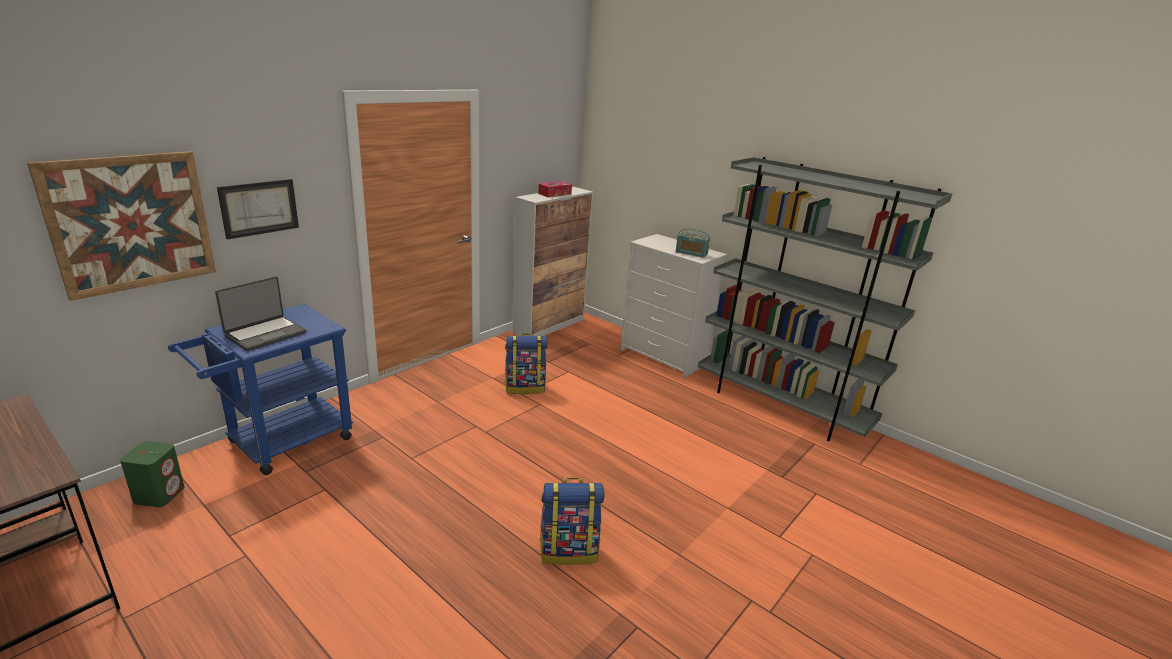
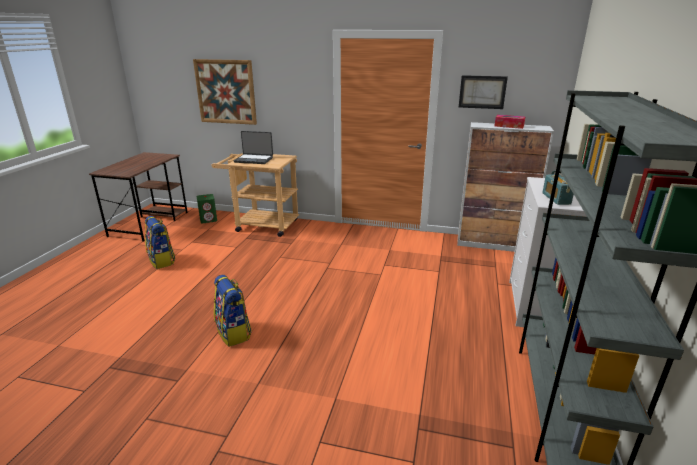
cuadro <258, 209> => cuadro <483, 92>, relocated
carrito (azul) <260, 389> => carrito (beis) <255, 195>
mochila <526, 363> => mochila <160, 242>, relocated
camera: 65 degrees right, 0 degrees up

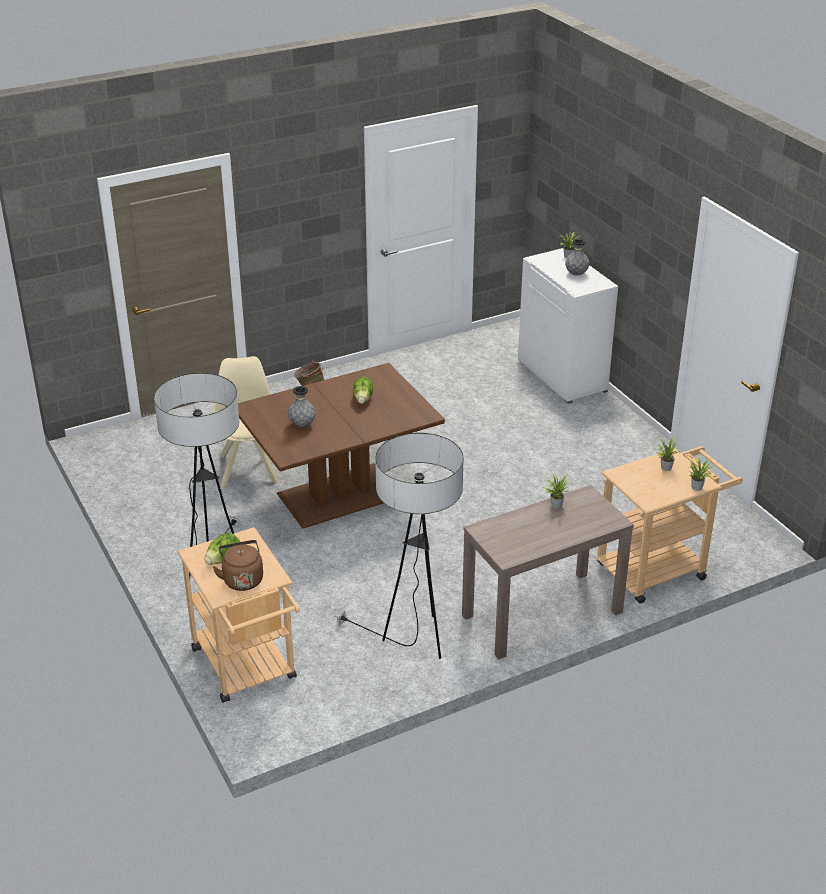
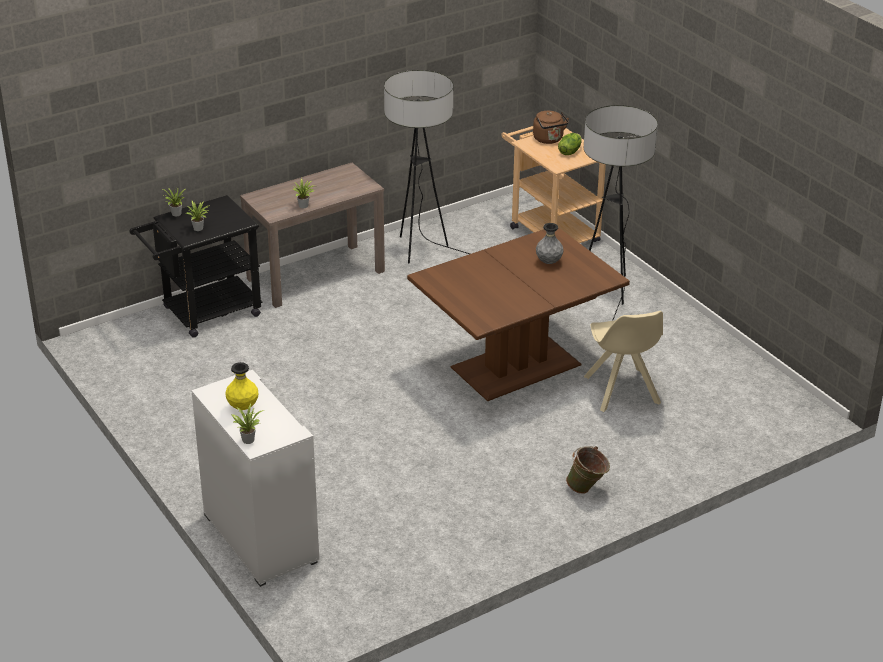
florero (gris) <577, 257> => florero (amarillo) <241, 386>
lechuga <363, 390> => nothing
carrito (beis) <670, 525> => carrito (negro) <195, 266>
camera: 175 degrees right, 0 degrees up

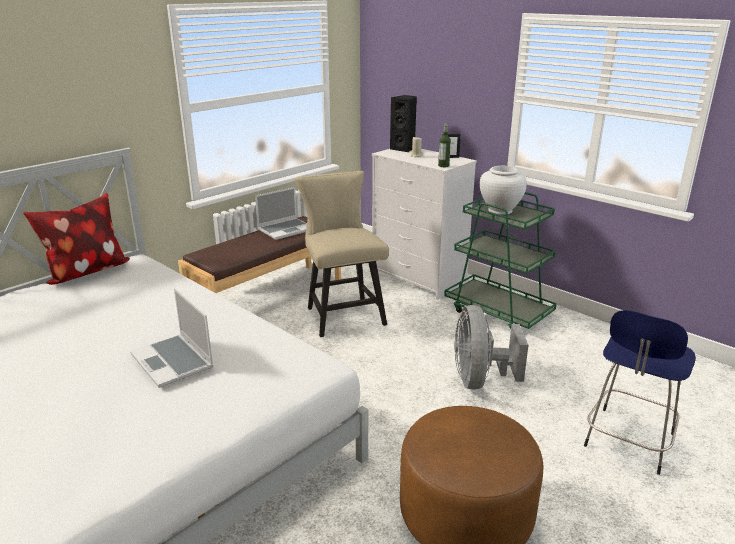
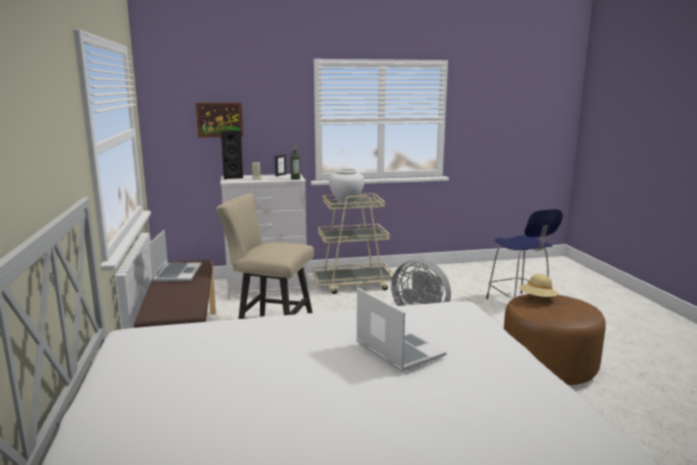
carrito (verde) <500, 260> => carrito (beis) <353, 243>
cojín <76, 239> => nothing
portátil <172, 338> => portátil <401, 330>, 120 degrees counterclockwise
nothing => cuadro <219, 120>
nothing => sombrero (beis) <538, 285>
camera: 55 degrees left, 10 degrees down

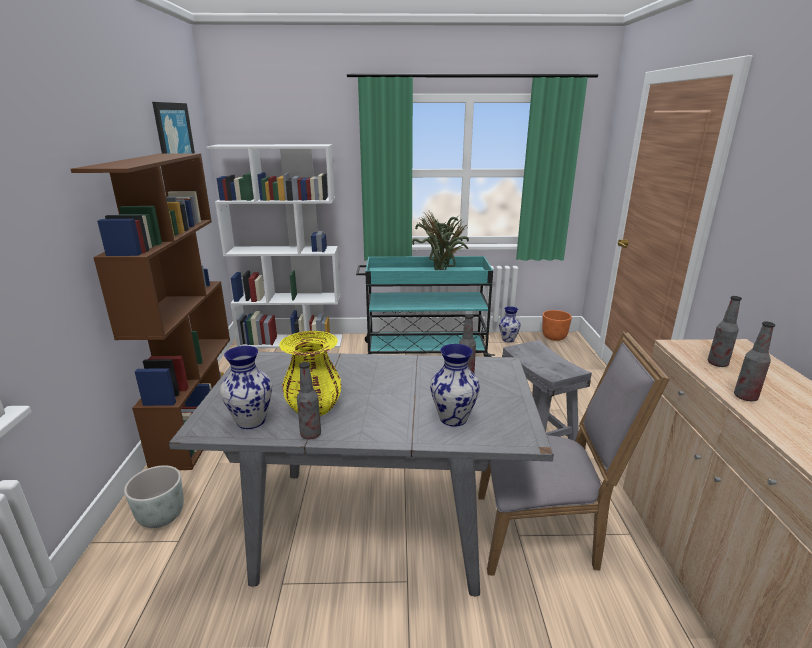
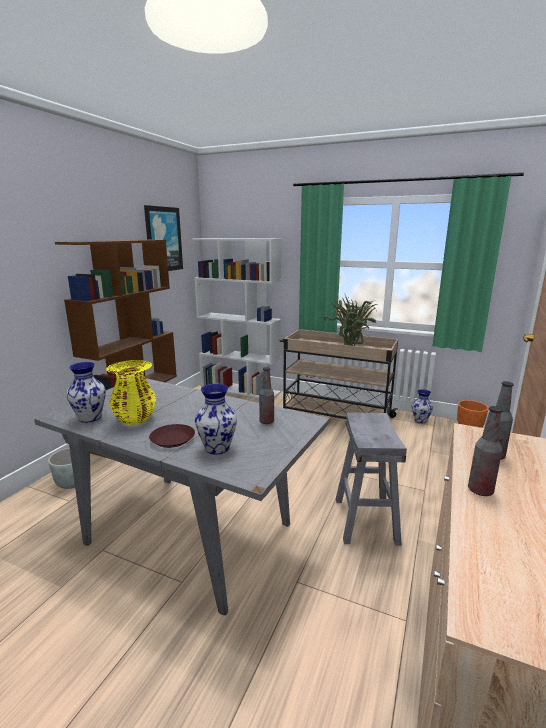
carrito (turquesa) <425, 306> => carrito (beis) <339, 374>
silla (gris) <573, 453> => nothing
botella <309, 400> => nothing
nothing => plato (marrón) <172, 436>
camera: 25 degrees right, 5 degrees down

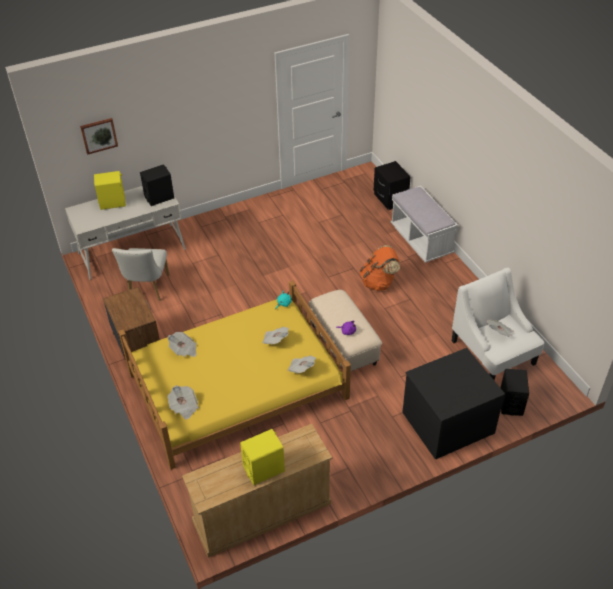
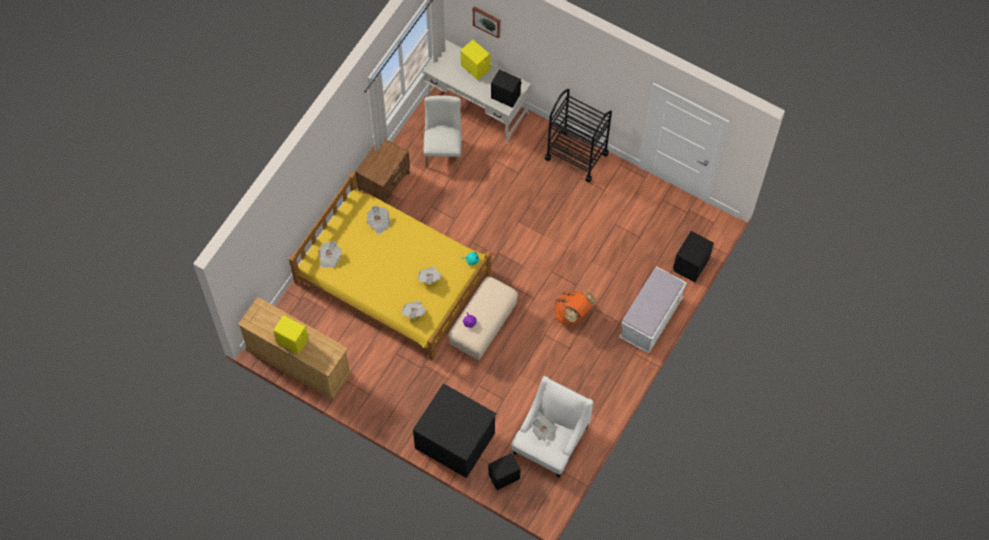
silla (blanco) <141, 274> => silla (blanco) <443, 132>, 120 degrees clockwise
nothing => carrito (negro) <578, 135>
camera: 55 degrees right, 20 degrees up

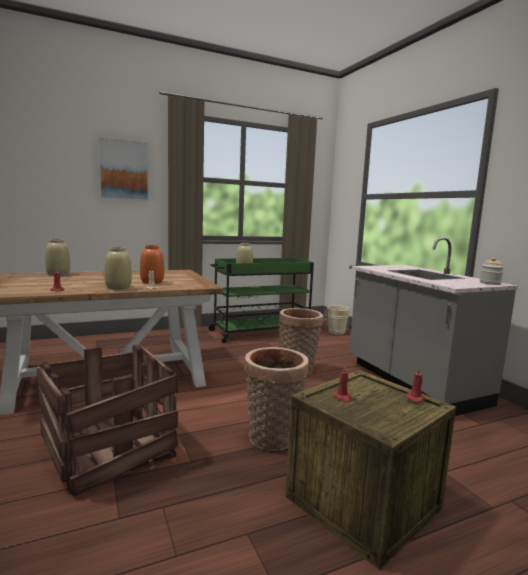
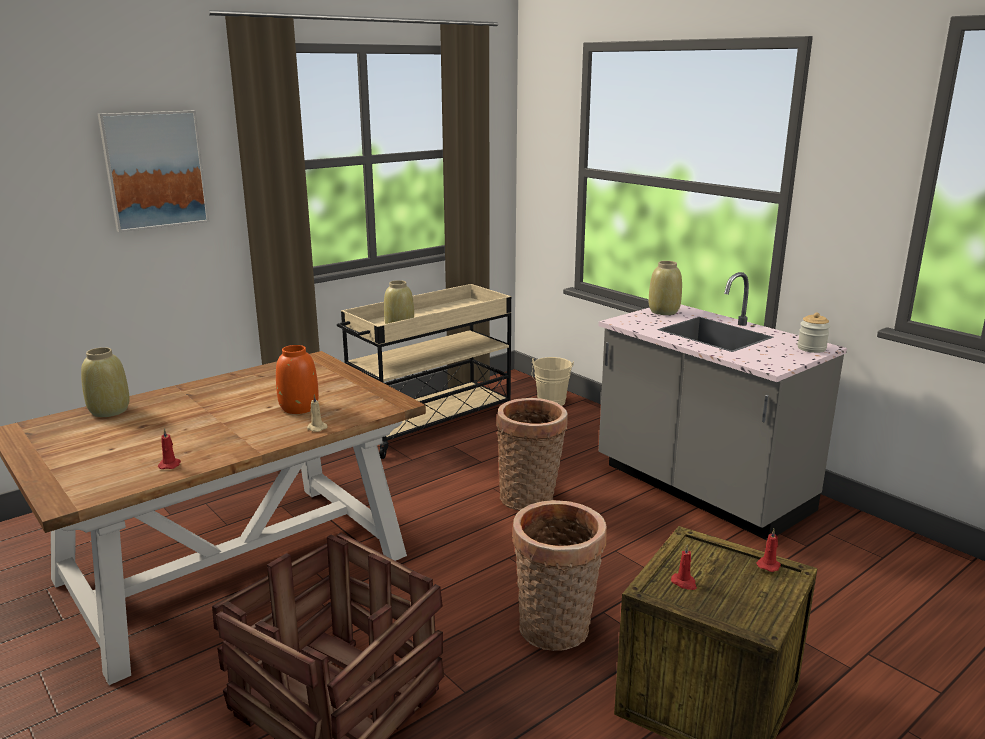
florero (beis) <118, 268> => florero (beis) <665, 288>, relocated
carrito (verde) <261, 300> => carrito (beis) <424, 371>
camera: 15 degrees left, 10 degrees up

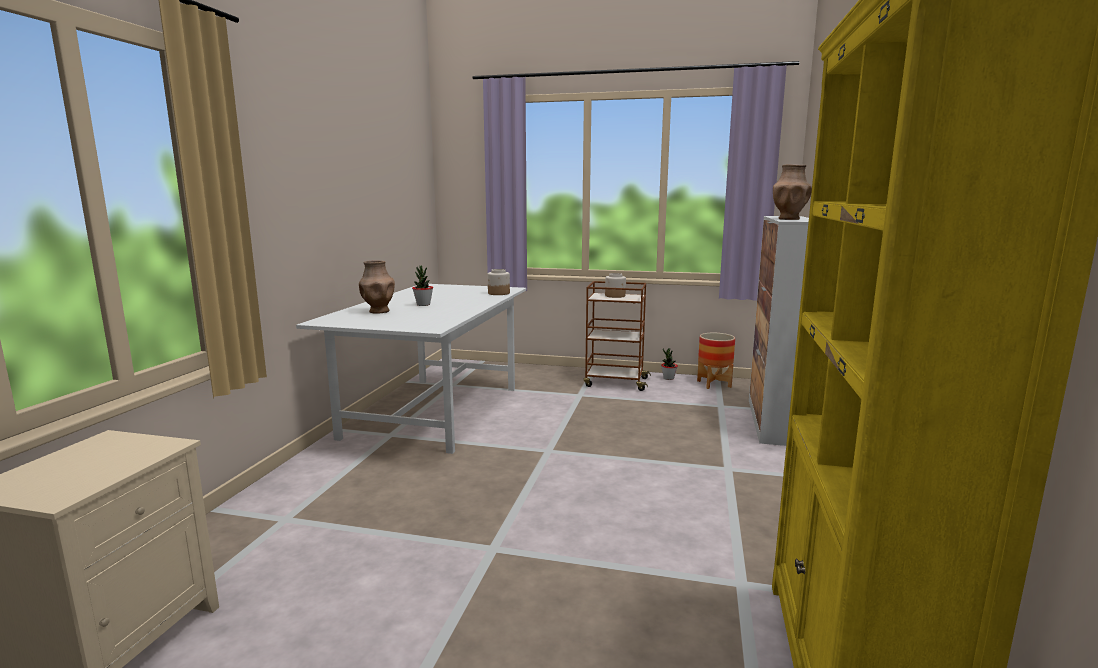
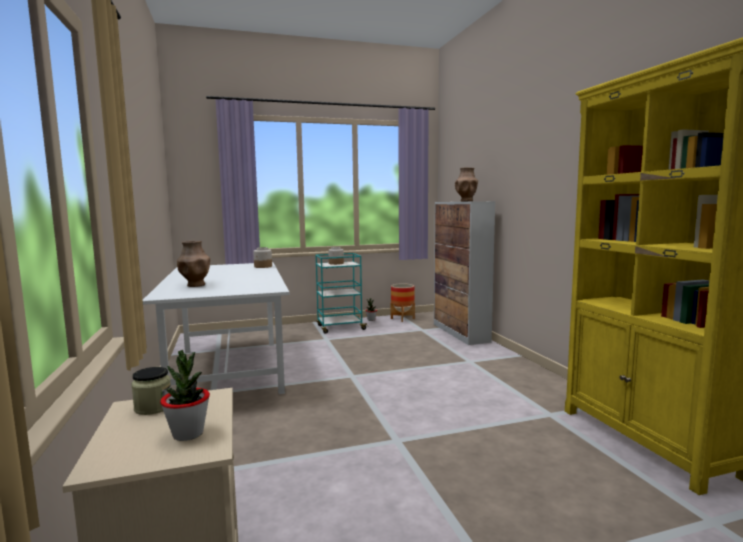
planta en maceta <422, 285> => planta en maceta <185, 395>, relocated
carrito (marrón) <617, 336> => carrito (turquesa) <342, 293>
nothing => tarro <151, 391>
camera: 30 degrees left, 5 degrees down

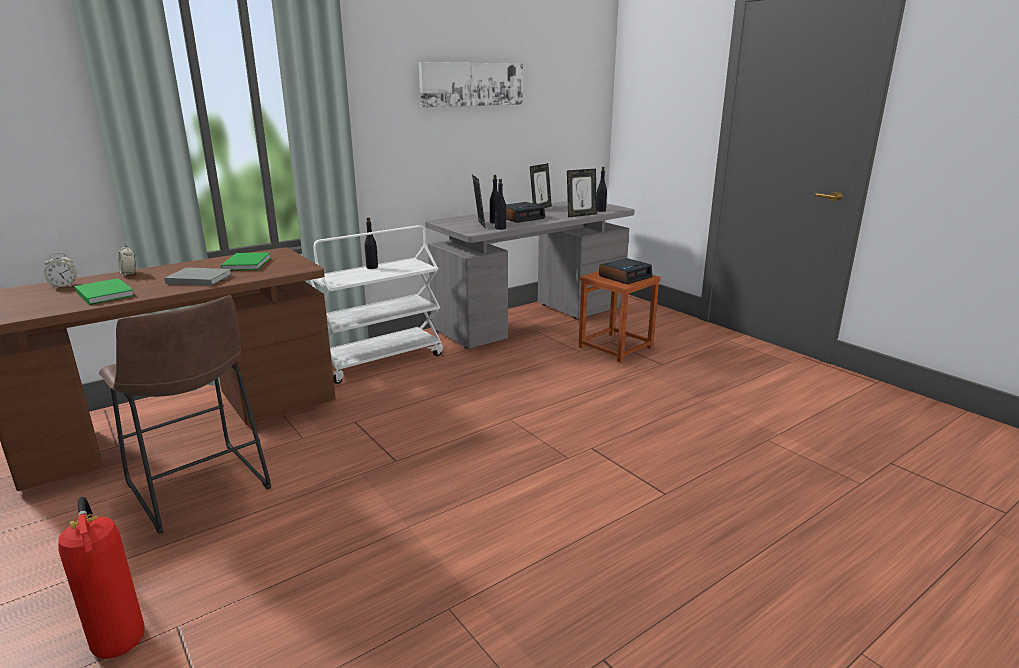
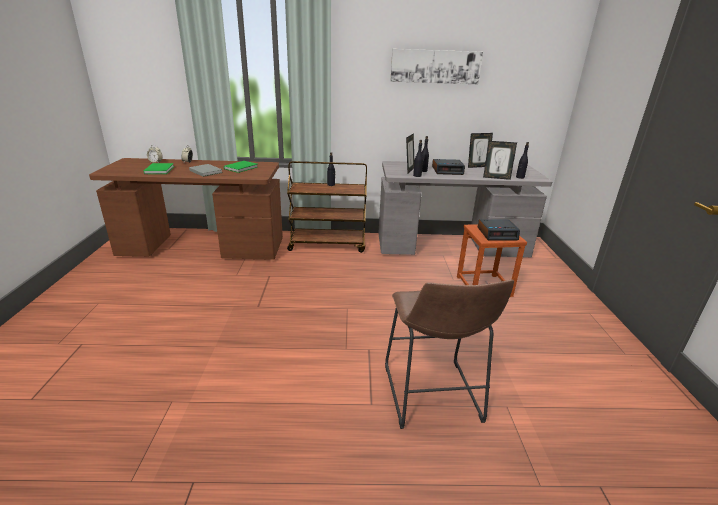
carrito (blanco) <376, 304> => carrito (marrón) <327, 207>
taburete (marrón) <185, 415> => taburete (marrón) <449, 354>, relocated
extintor <101, 578> => nothing
camera: 35 degrees right, 5 degrees up

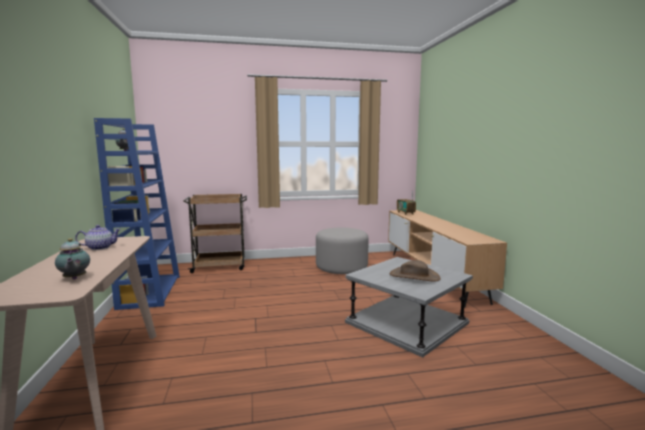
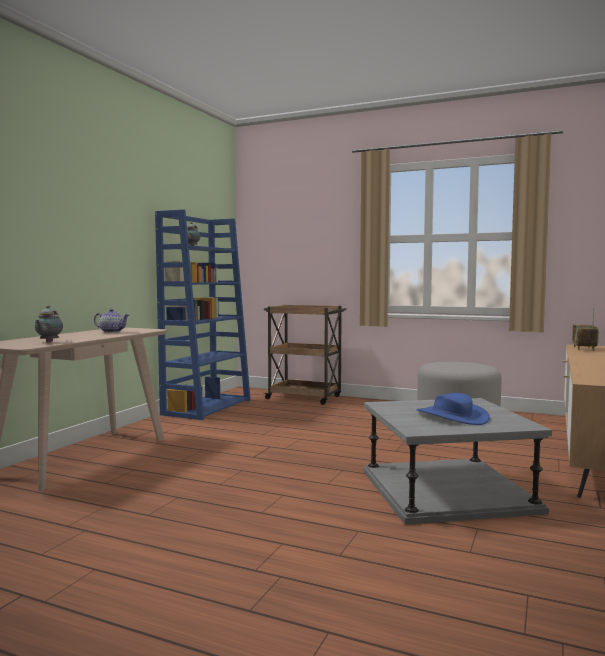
sombrero (marrón) <414, 270> => sombrero (azul) <453, 409>
camera: 35 degrees right, 5 degrees down

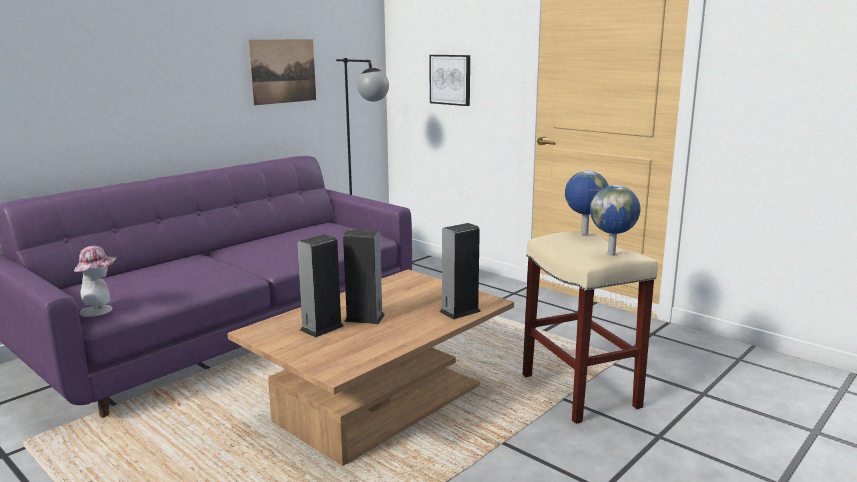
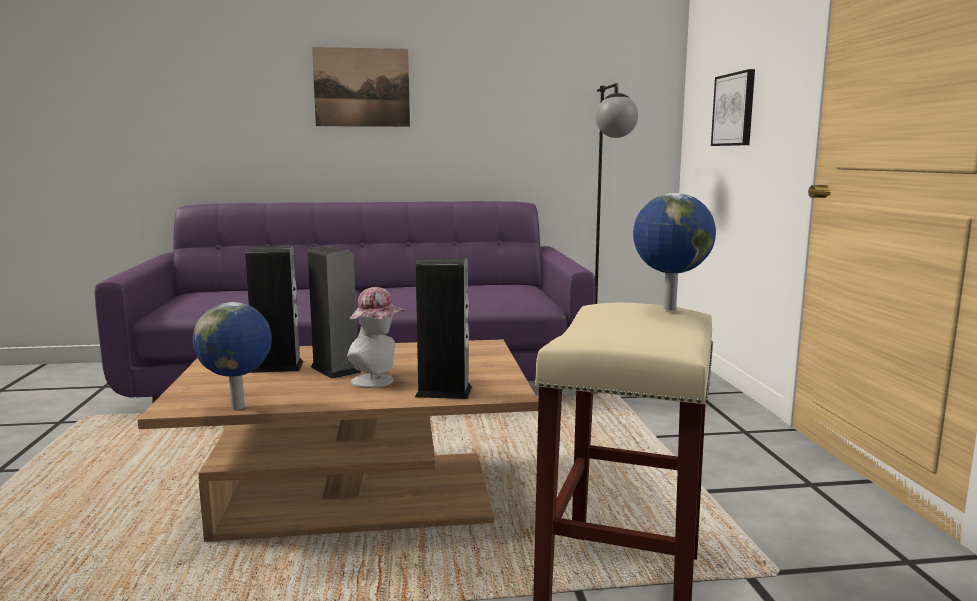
cuadro <282, 72> => cuadro <361, 87>, relocated
globo terráqueo <615, 220> => globo terráqueo <232, 356>, relocated
sombrero <95, 281> => sombrero <375, 337>, relocated
camera: 40 degrees right, 5 degrees down

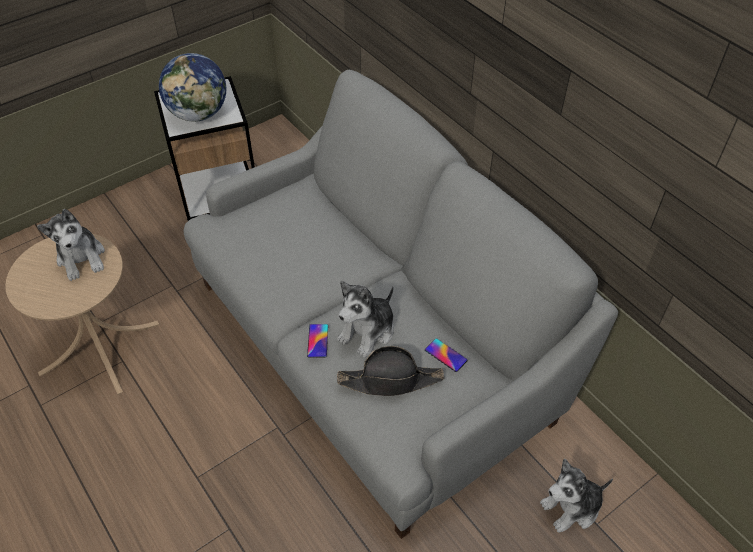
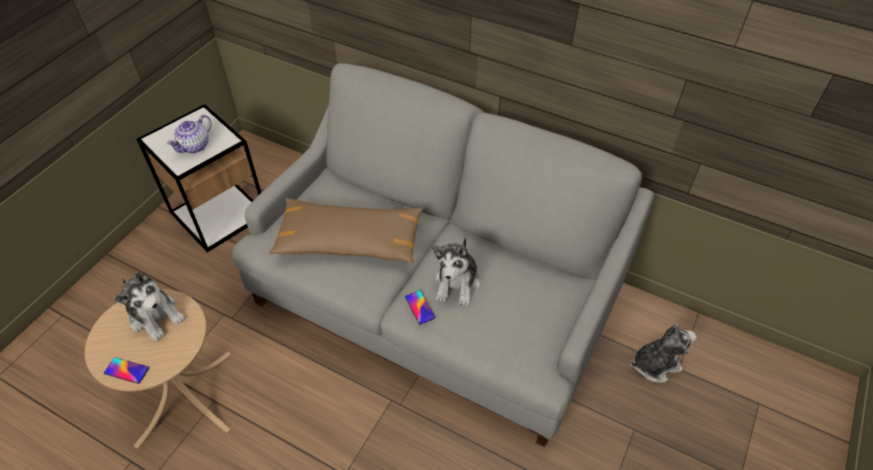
globo terráqueo <192, 87> => tetera <189, 134>
móvil <446, 355> => móvil <126, 371>, relocated
sombrero (negro) <390, 371> => nothing
peluche <576, 495> => peluche <663, 353>, 150 degrees counterclockwise
nothing => cojín (marrón) <346, 230>
camera: 25 degrees left, 0 degrees up

